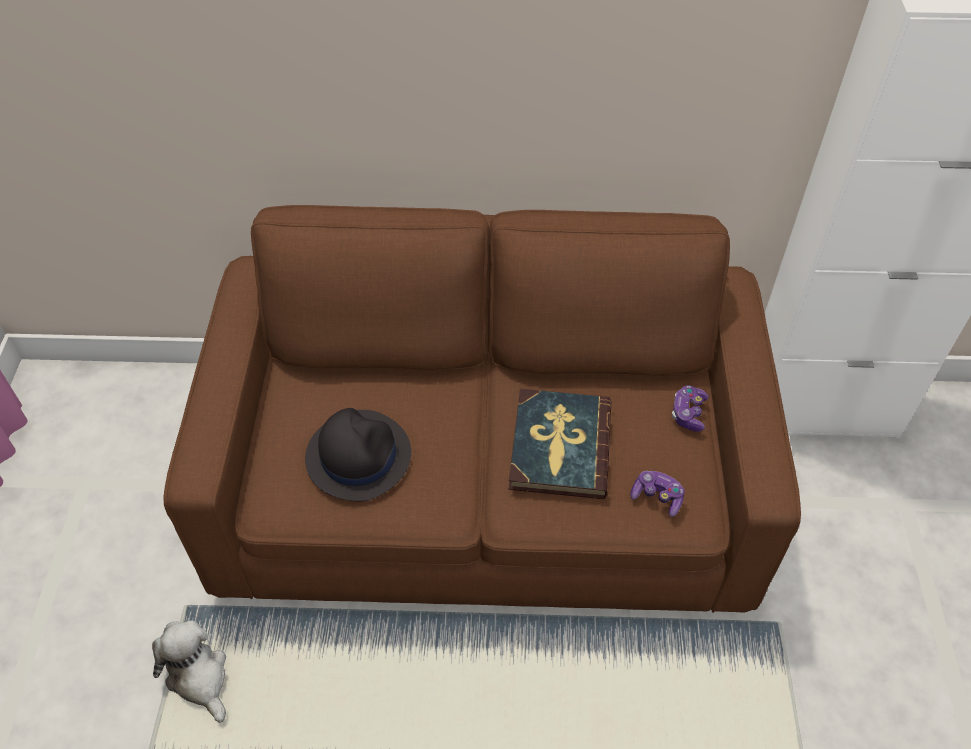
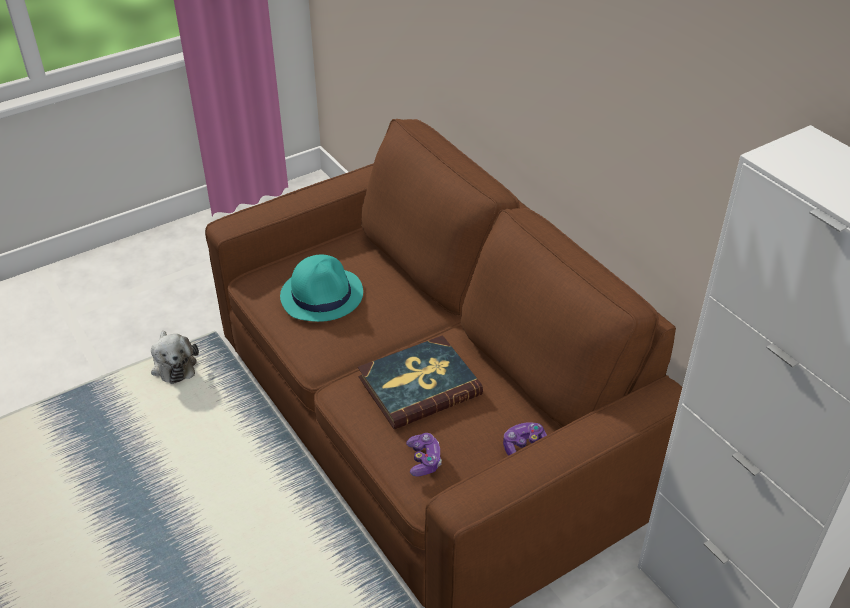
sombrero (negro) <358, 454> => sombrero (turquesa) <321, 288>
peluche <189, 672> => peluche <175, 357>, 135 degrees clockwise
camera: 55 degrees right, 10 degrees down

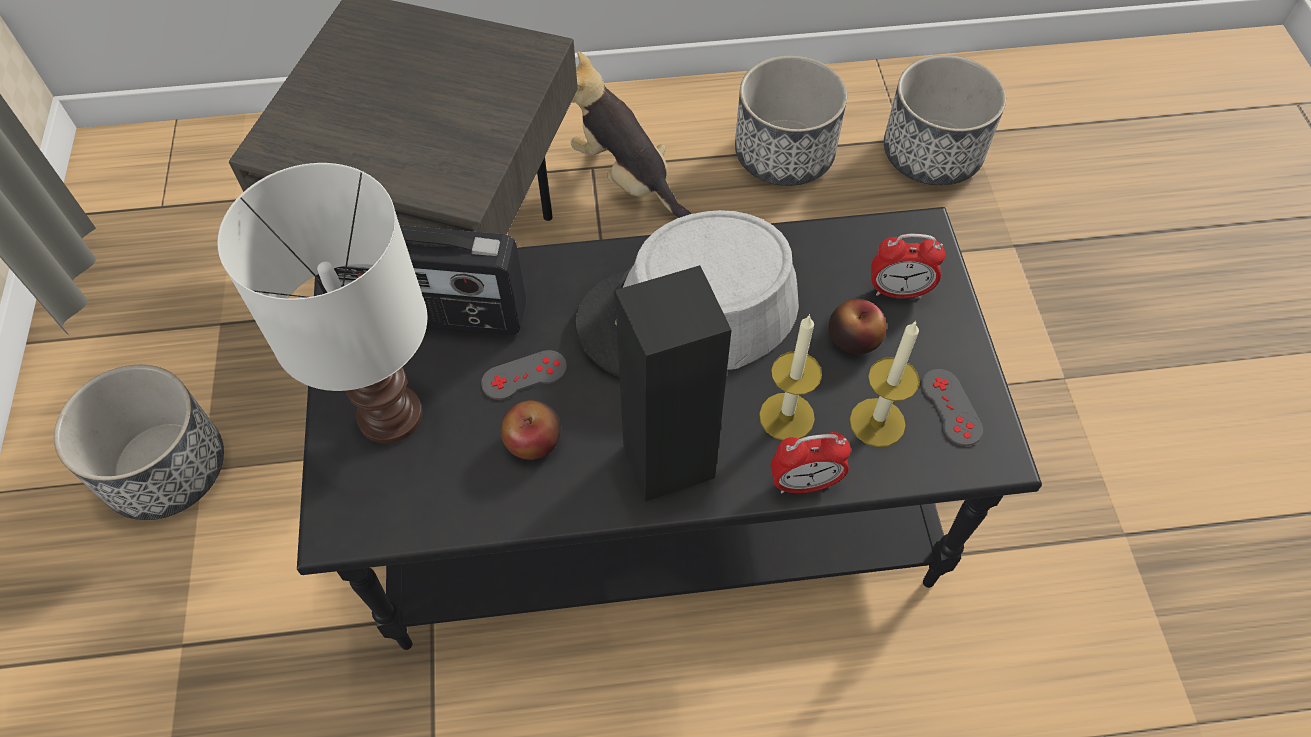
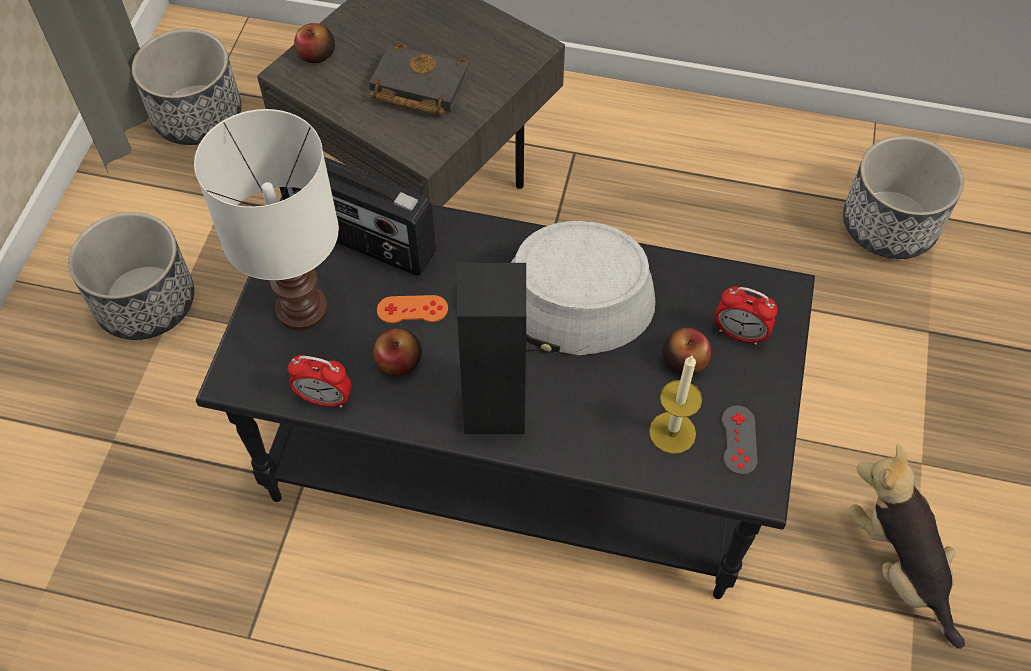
peluche <631, 135> => peluche <907, 546>, relocated
maceta <791, 120> => maceta <187, 87>, relocated
vela <790, 377> => nothing
mando de consola (gris) <524, 375> => mando de consola (naranja) <412, 309>
despertador <811, 462> => despertador <319, 381>, relocated
nothing => manzana <314, 43>
nothing => libro (negro) <419, 79>
camera: 20 degrees right, 0 degrees up

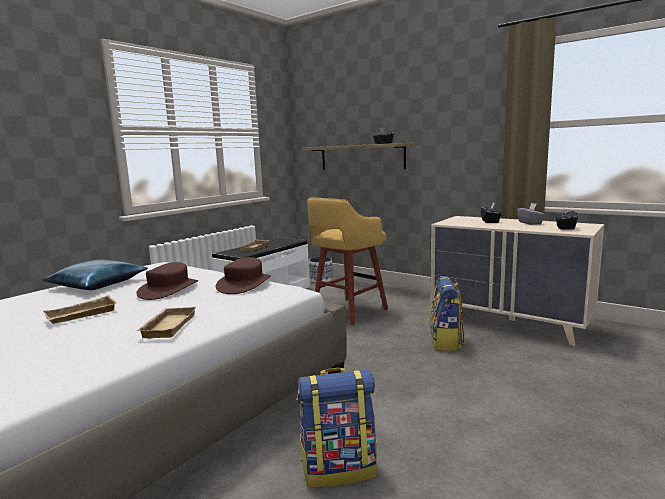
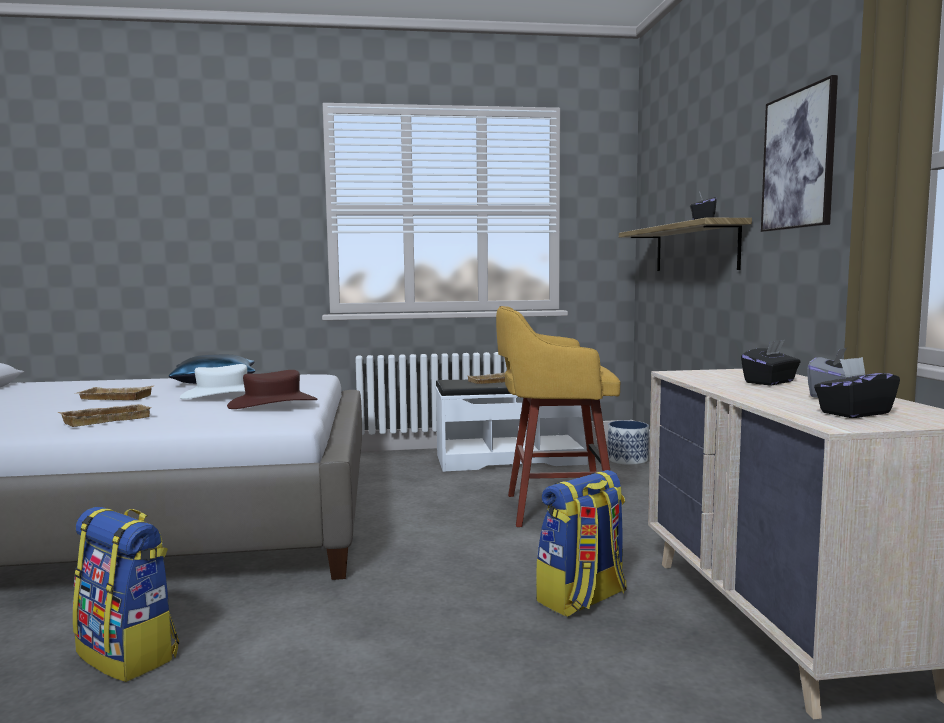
sombrero (marrón) <167, 281> => sombrero (blanco) <213, 381>
nothing => cuadro <799, 153>
camera: 45 degrees right, 5 degrees down

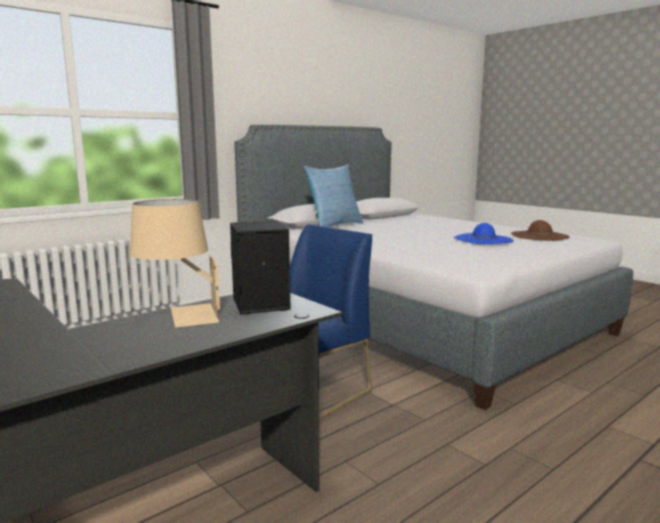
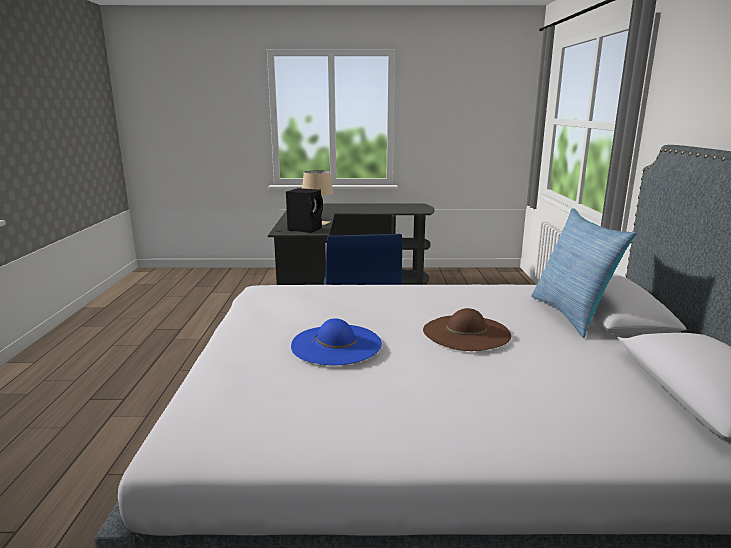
sombrero (marrón) <540, 230> => sombrero (marrón) <467, 329>, relocated
camera: 130 degrees right, 5 degrees up

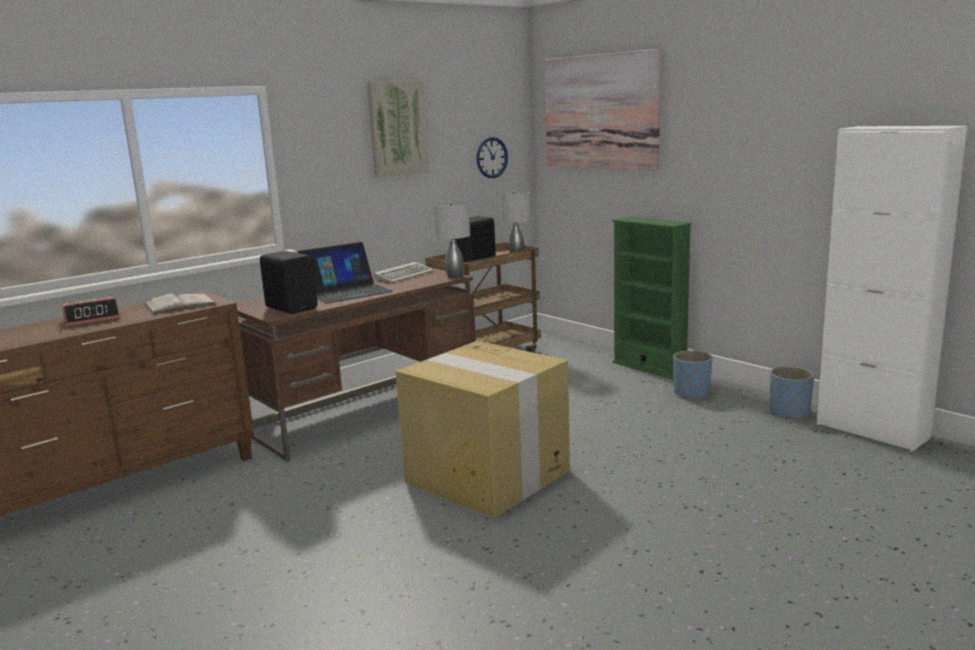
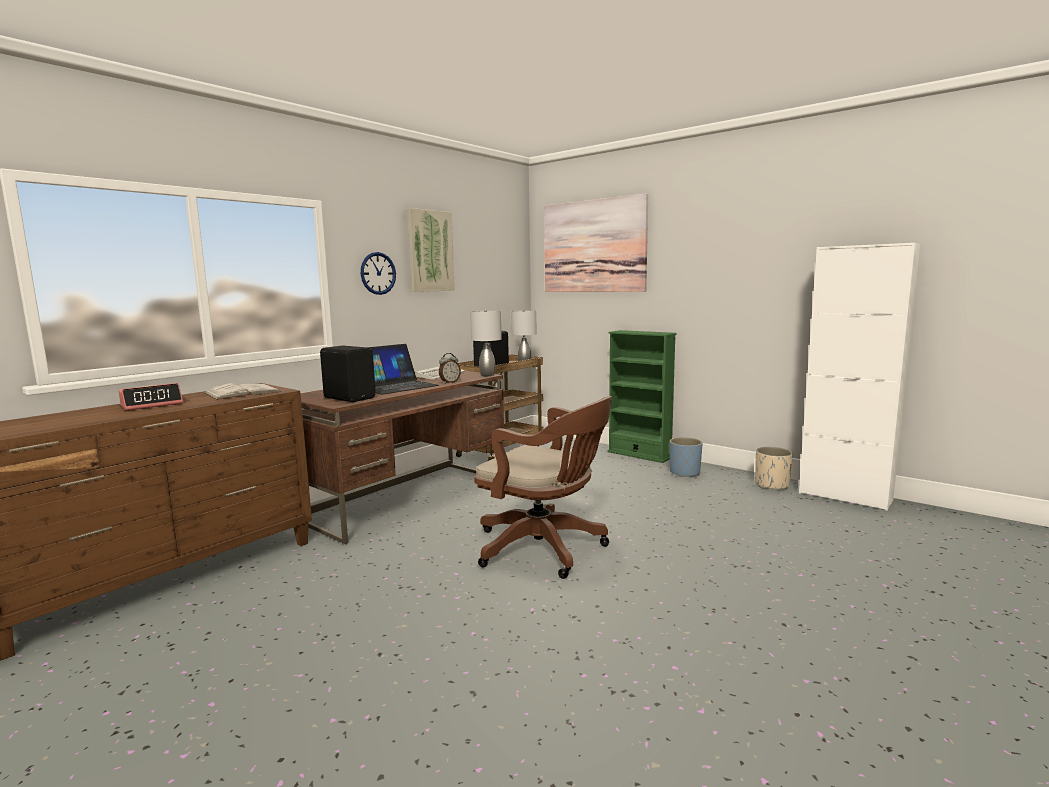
reloj de pared <492, 157> => reloj de pared <378, 273>, relocated
caja de cartón <483, 429> => silla de oficina (marrón) <543, 487>
maceta (azul) <792, 393> => maceta (beis) <774, 468>
nothing => despertador <450, 368>
camera: 10 degrees left, 5 degrees down

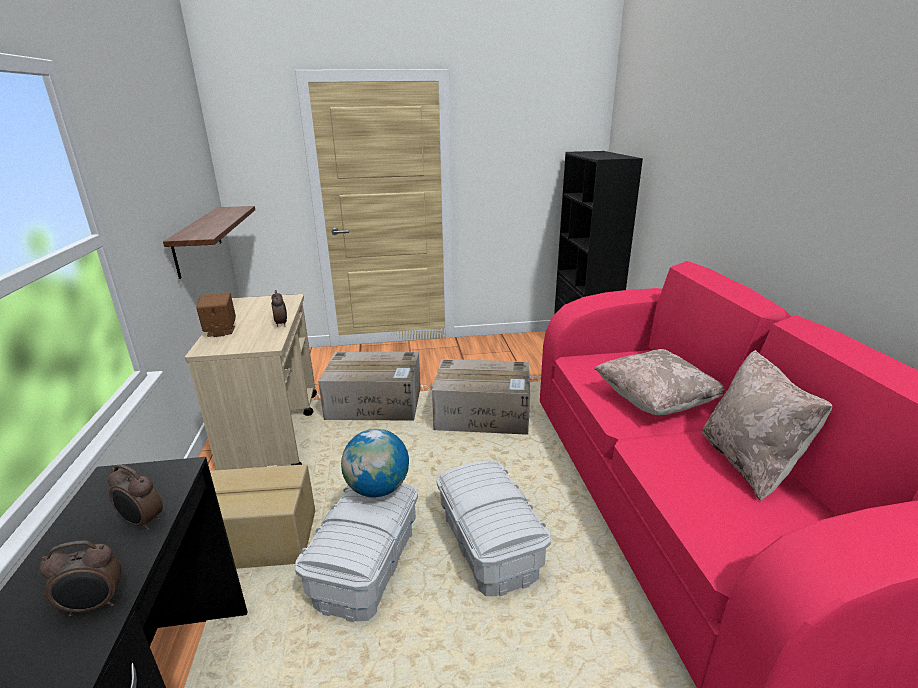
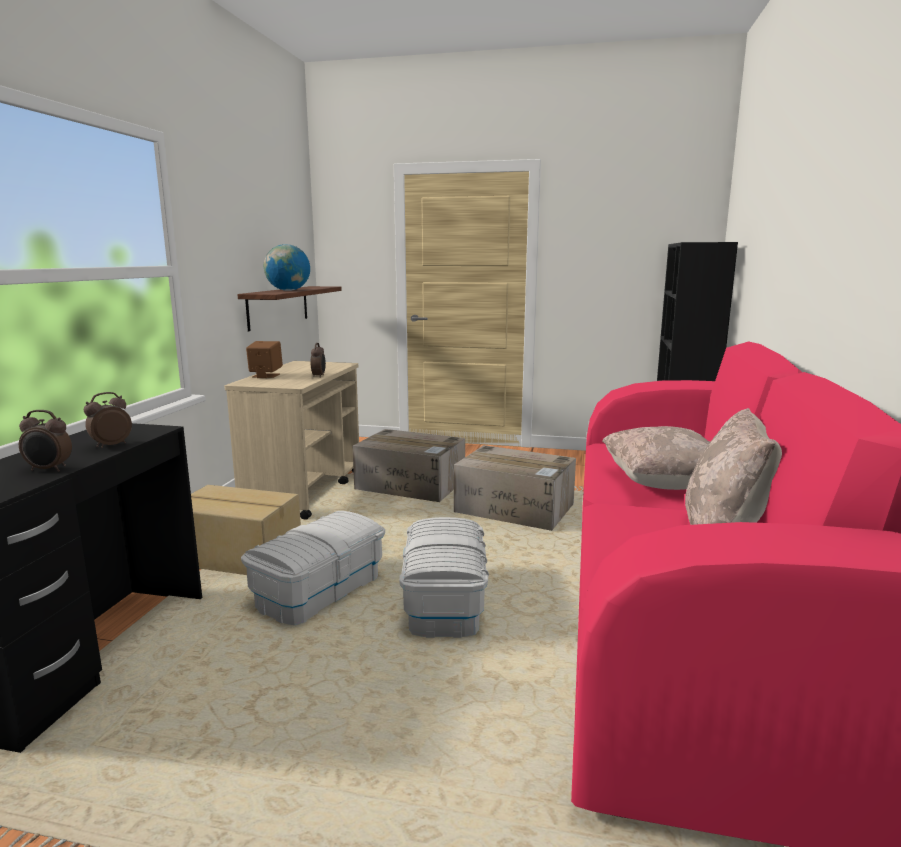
globo terráqueo <375, 463> => globo terráqueo <287, 267>, relocated
despertador <135, 498> => despertador <108, 420>, 90 degrees clockwise
camera: 20 degrees right, 10 degrees down

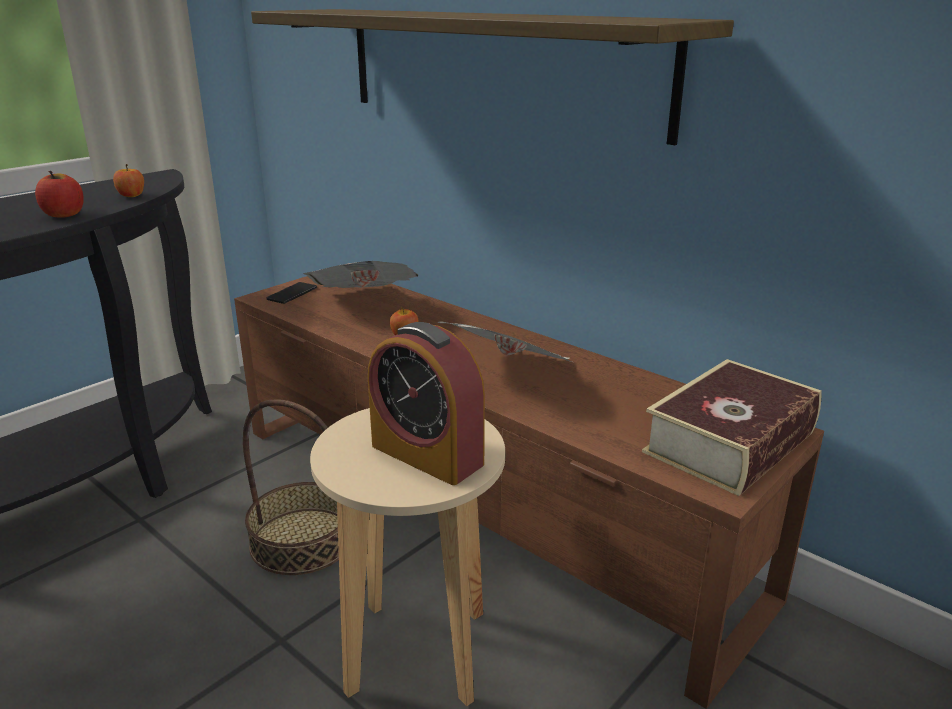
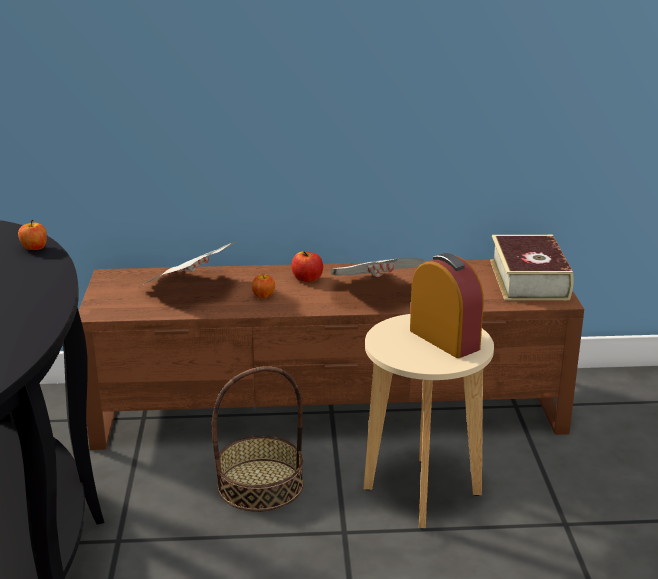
estante <492, 77> => nothing
manzana <59, 194> => manzana <307, 266>, relocated
móvil <291, 293> => nothing
despertador <426, 403> => despertador <447, 305>, 120 degrees counterclockwise
camera: 45 degrees left, 0 degrees up

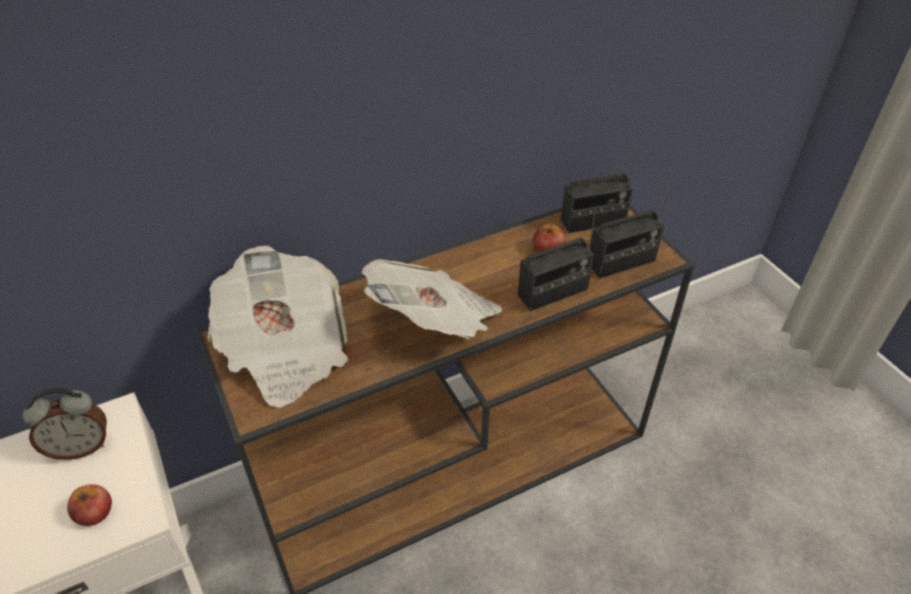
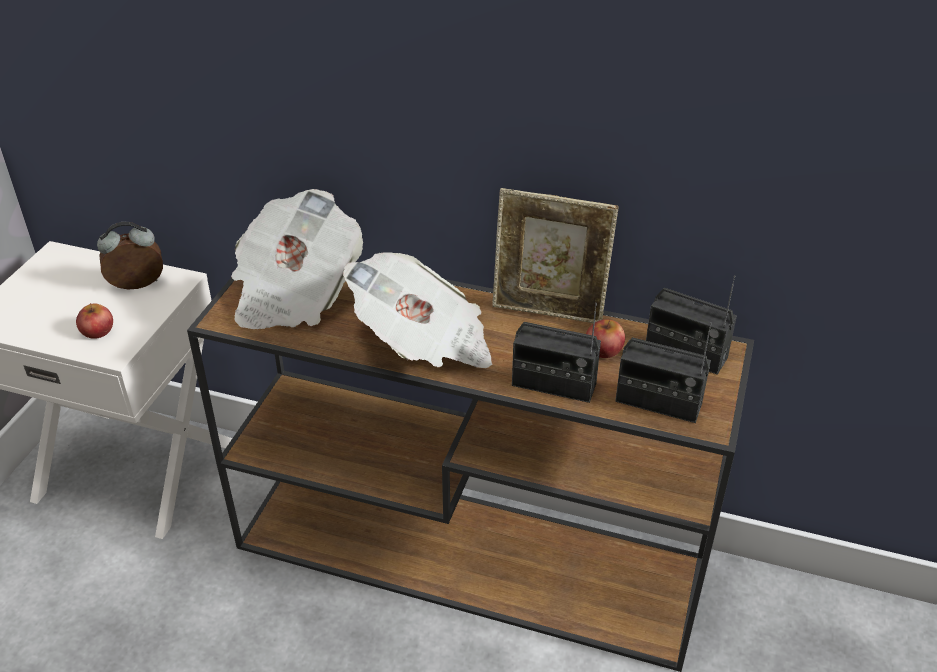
despertador <65, 424> => despertador <130, 256>, 135 degrees clockwise
nothing => portarretratos <555, 255>
camera: 45 degrees right, 5 degrees down

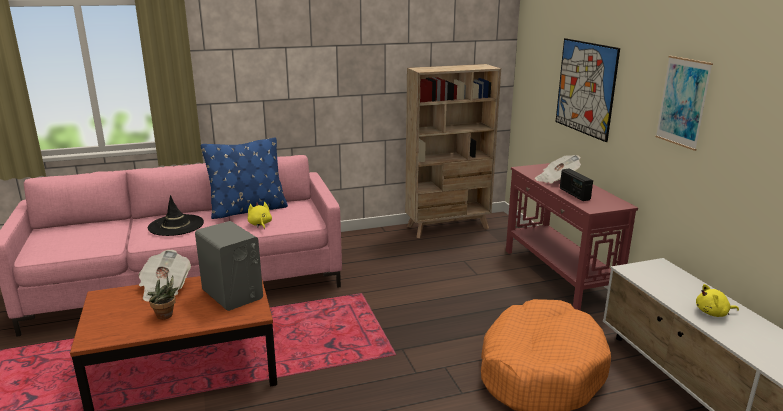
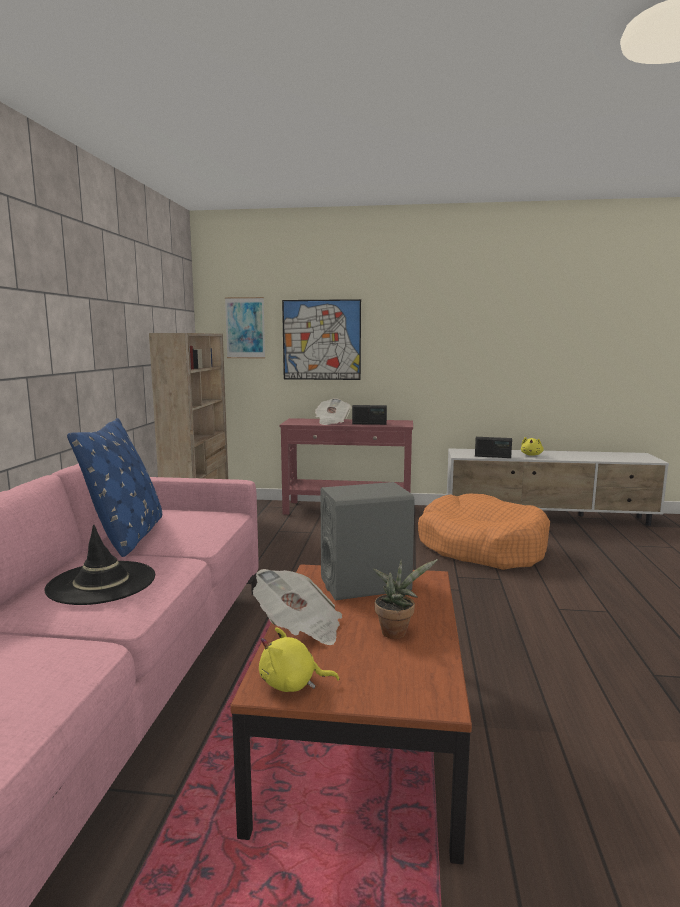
cuadro <684, 103> => cuadro <245, 327>, relocated
peluche (amarillo) <260, 216> => peluche (amarillo) <299, 659>, relocated
nothing => radio <493, 447>
camera: 65 degrees left, 10 degrees down

